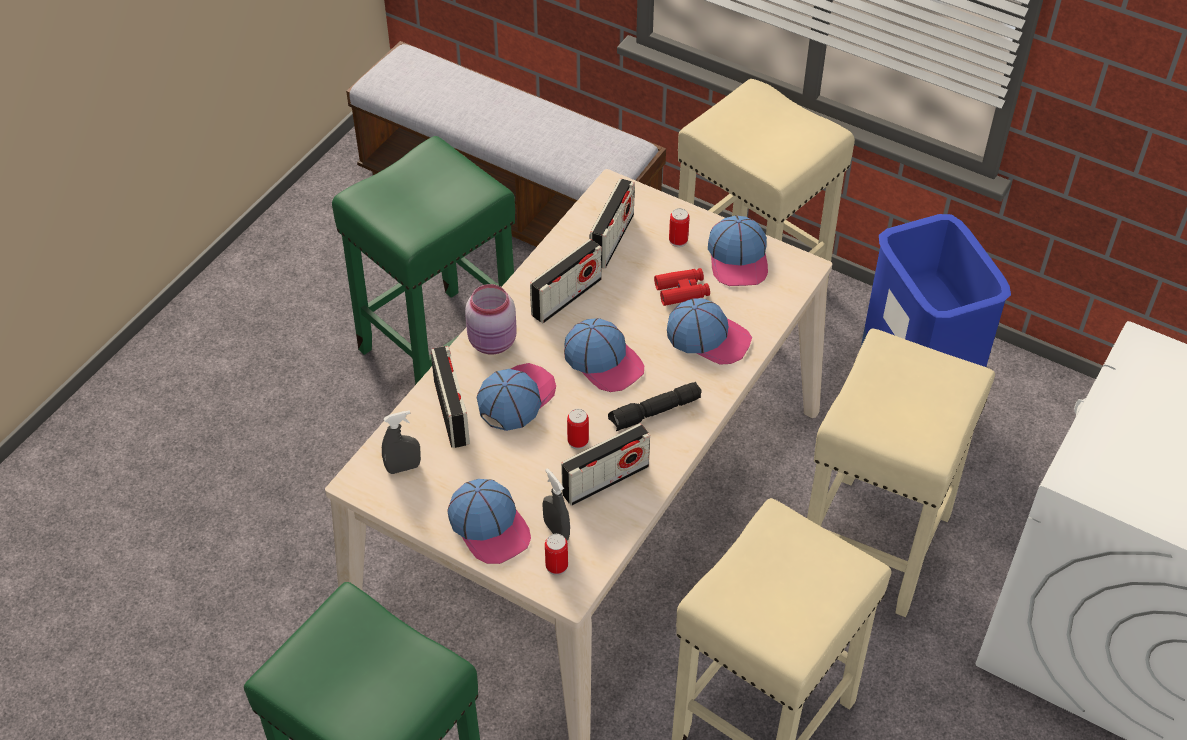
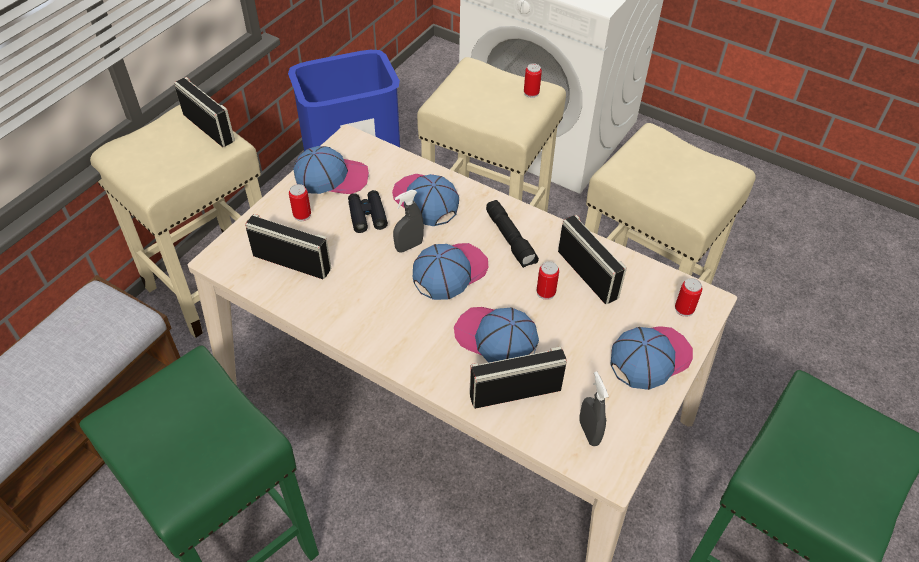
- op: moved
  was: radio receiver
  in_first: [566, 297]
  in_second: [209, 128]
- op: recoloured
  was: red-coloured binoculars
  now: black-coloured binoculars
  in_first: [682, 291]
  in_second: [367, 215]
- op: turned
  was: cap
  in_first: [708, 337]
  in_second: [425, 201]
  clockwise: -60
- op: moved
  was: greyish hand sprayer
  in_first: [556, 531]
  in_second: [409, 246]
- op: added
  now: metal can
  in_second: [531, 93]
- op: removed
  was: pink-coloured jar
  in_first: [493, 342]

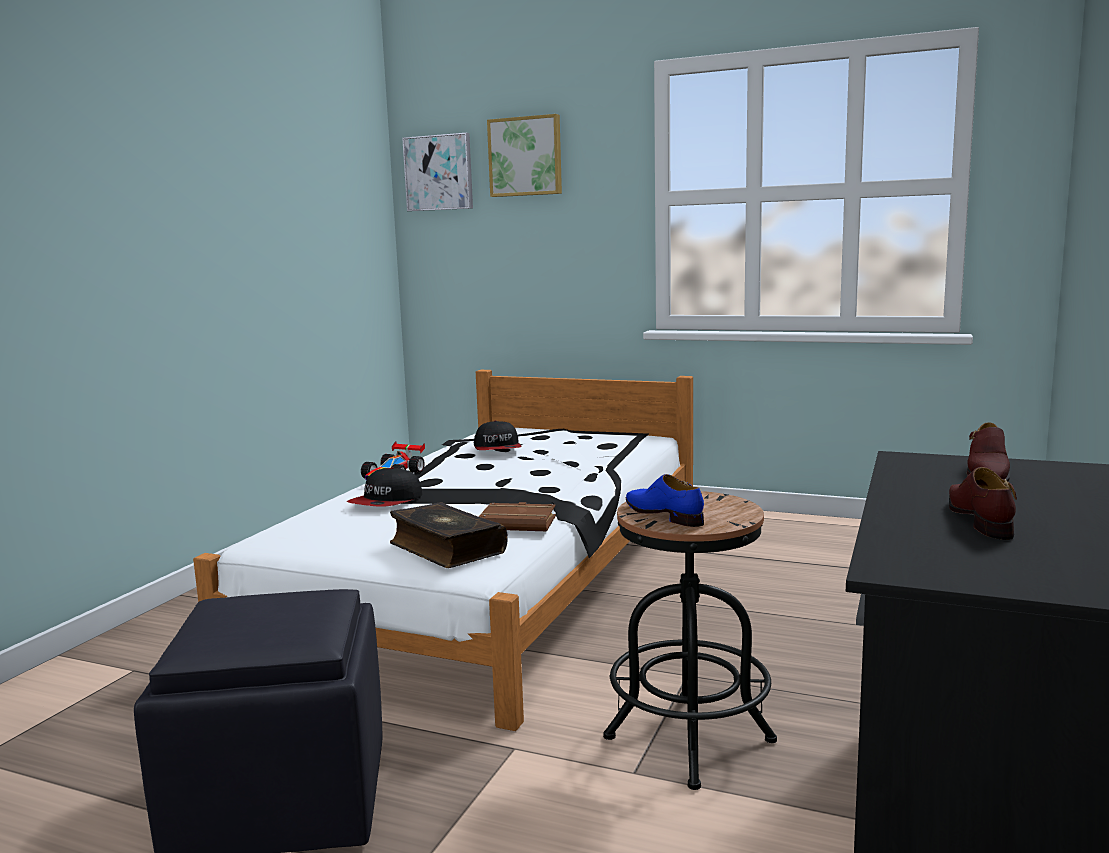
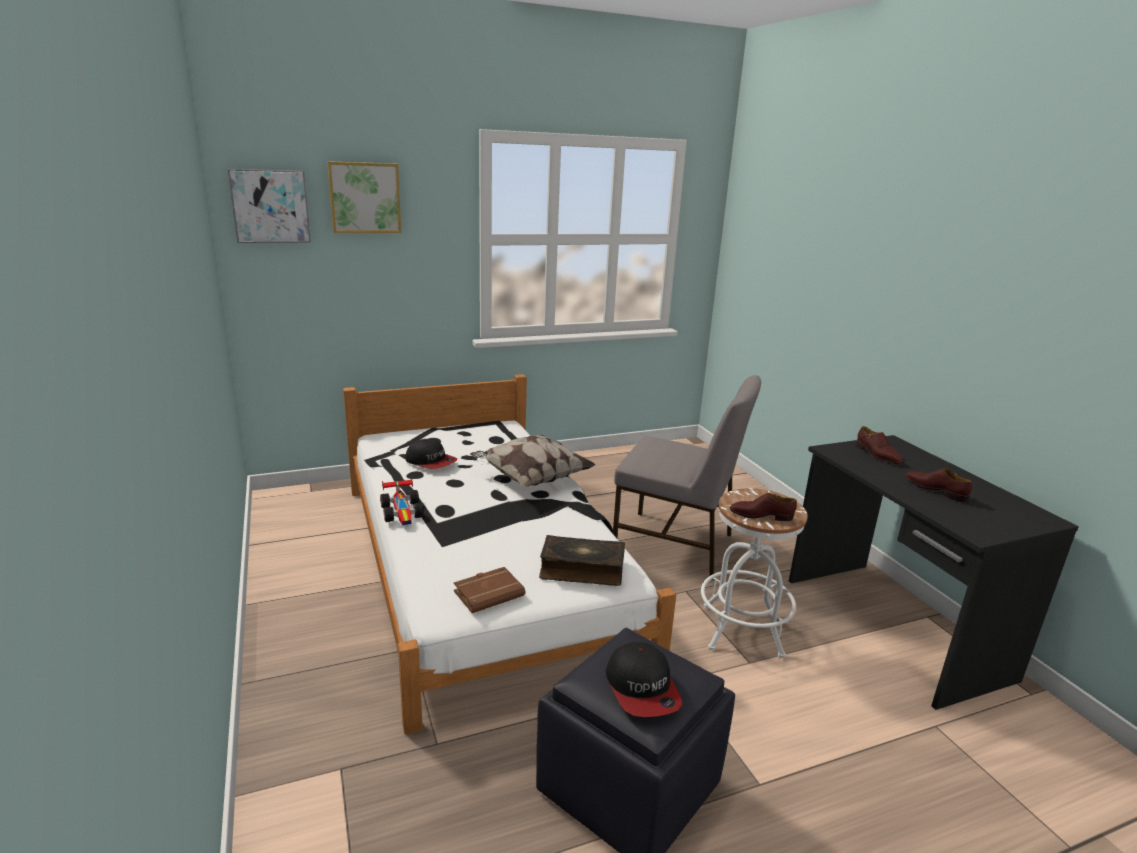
- op: moved
  was: brownish volume
  in_first: [519, 523]
  in_second: [489, 593]
- op: added
  now: pillow
  in_second: [531, 478]
- op: moved
  was: cap
  in_first: [386, 502]
  in_second: [642, 689]
- op: added
  now: greyish chair
  in_second: [675, 545]
- op: recoloured
  was: black-coloured stool seat
  now: white stool seat
  in_first: [689, 739]
  in_second: [742, 630]
- op: recoloured
  was: bluish item of footwear
  now: brownish item of footwear
  in_first: [664, 515]
  in_second: [761, 515]

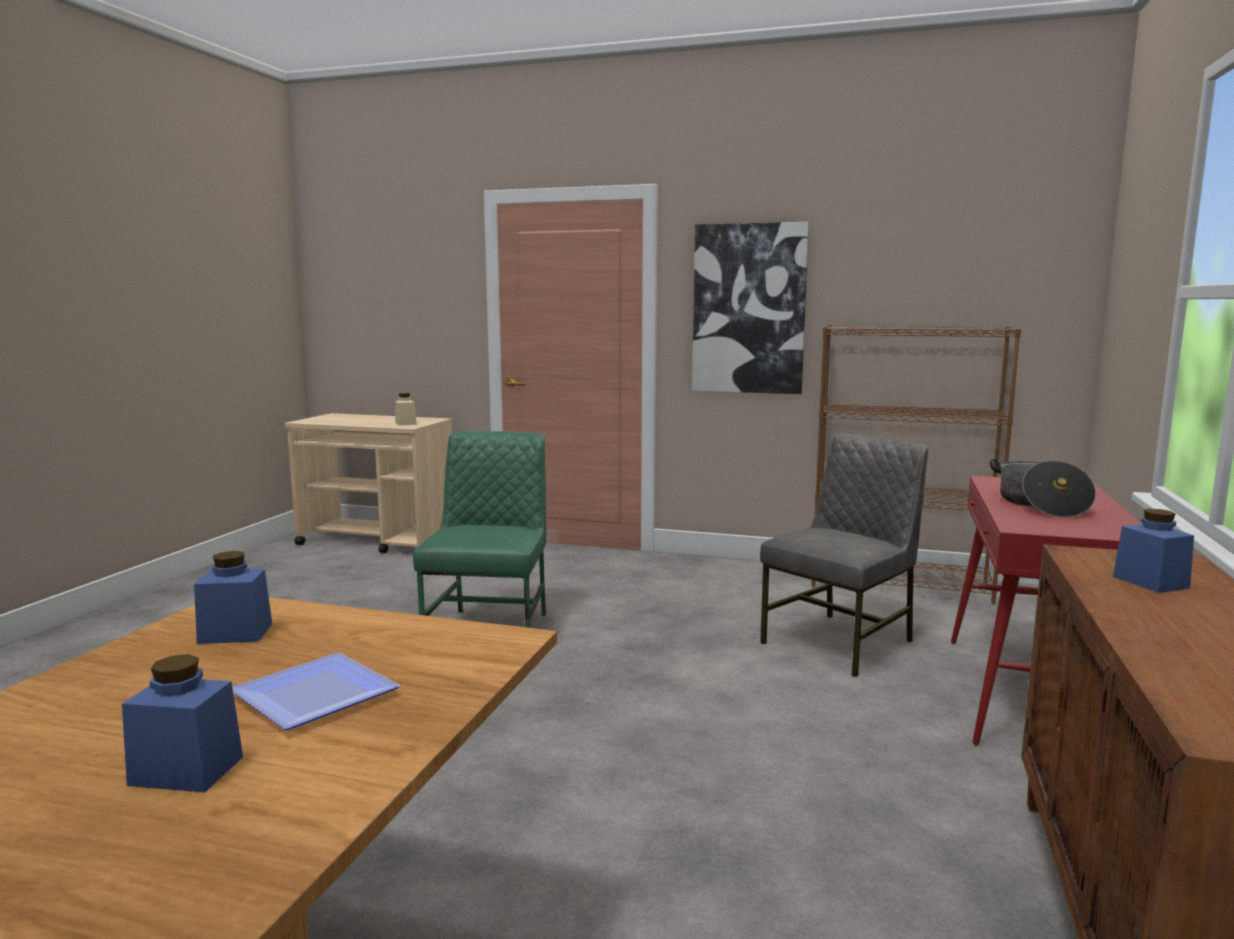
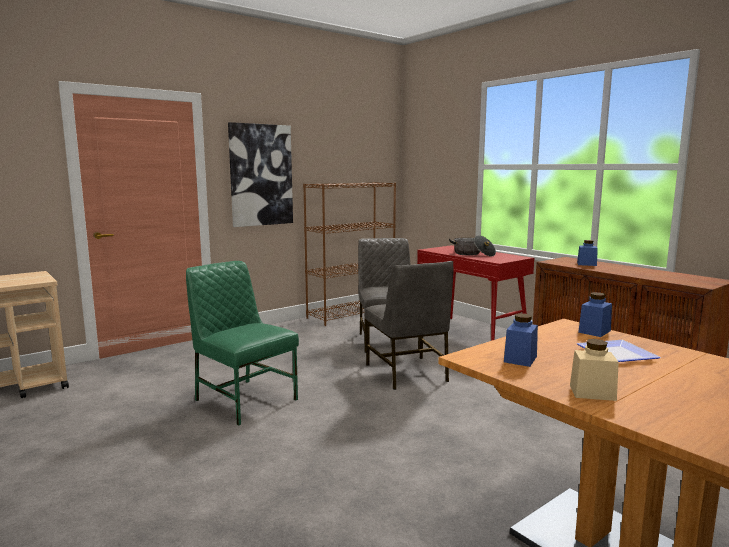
- op: added
  now: greyish chair
  in_second: [407, 373]
- op: moved
  was: beige-coloured jar
  in_first: [405, 423]
  in_second: [592, 393]
- op: moved
  was: bluish jar
  in_first: [186, 771]
  in_second: [594, 331]

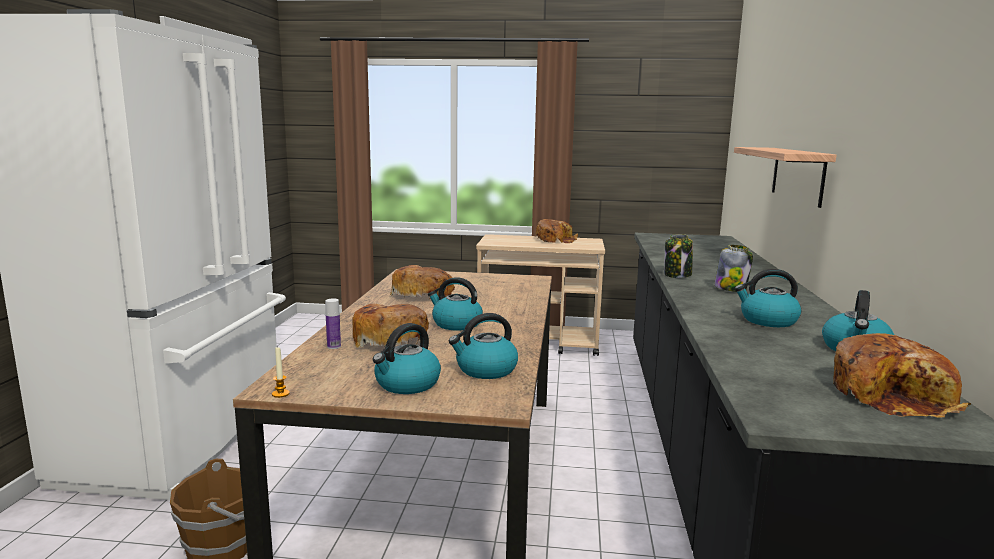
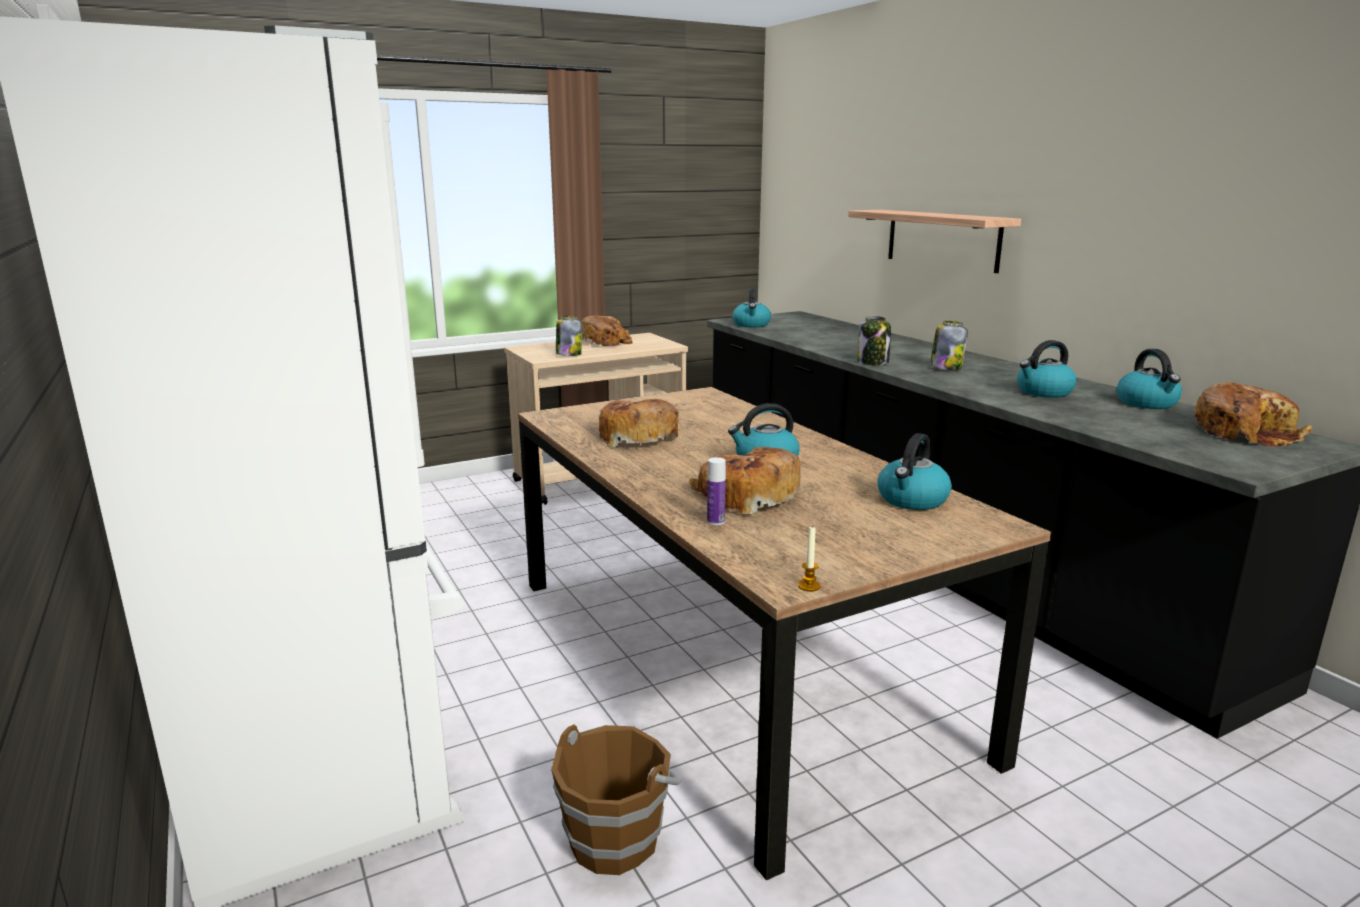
- op: added
  now: jar
  in_second: [568, 354]
- op: moved
  was: tea kettle
  in_first: [407, 384]
  in_second: [751, 325]

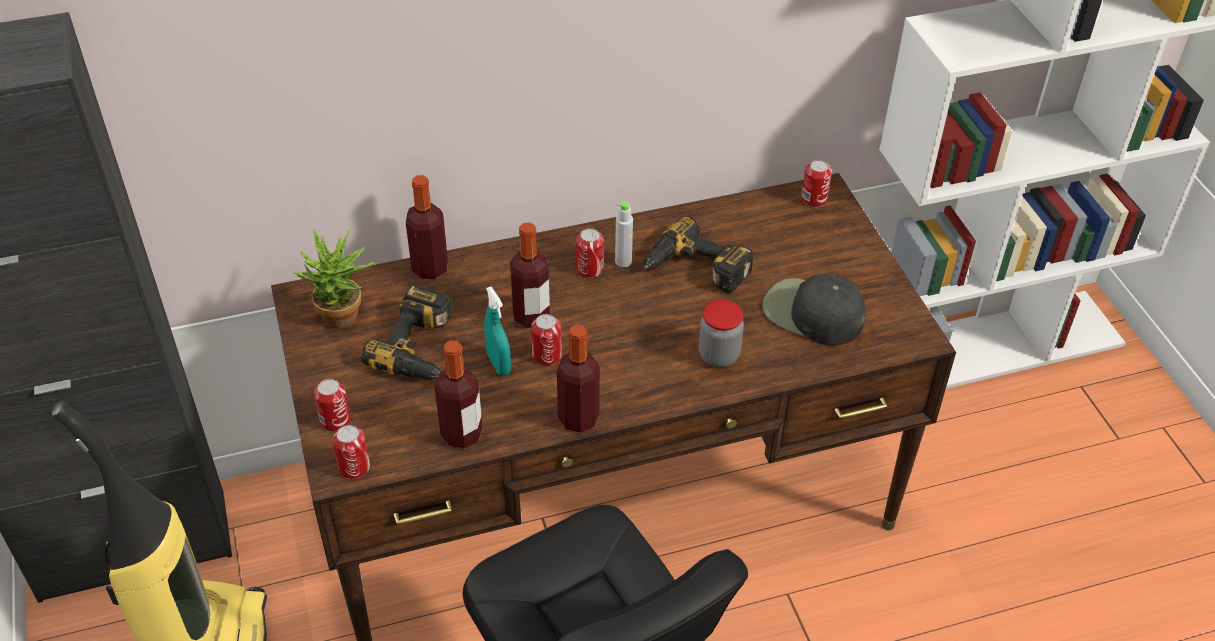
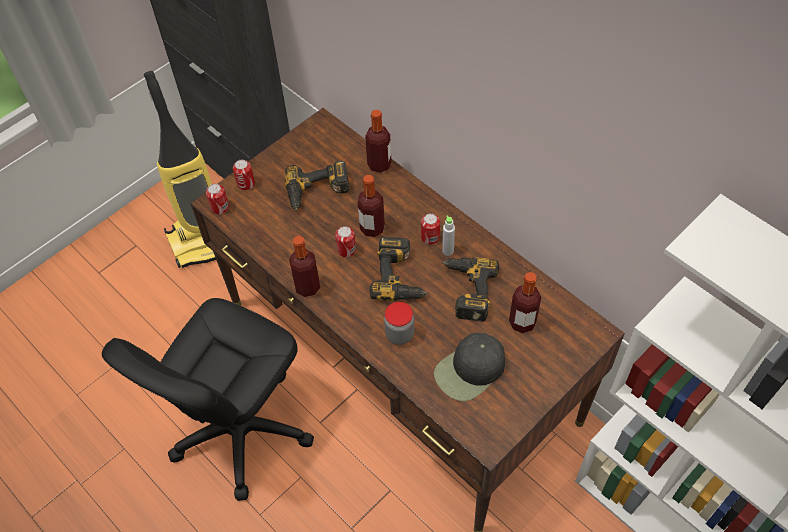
- op: added
  now: electric drill
  in_second: [401, 276]
- op: turned
  was: black-coloured cap
  in_first: [811, 313]
  in_second: [470, 370]
  clockwise: -135
- op: moved
  was: bottle
  in_first: [461, 434]
  in_second: [522, 322]
- op: removed
  was: potted plant
  in_first: [344, 321]
- op: removed
  was: blue-green hand sprayer
  in_first: [498, 364]
- op: removed
  was: metal can
  in_first: [813, 199]

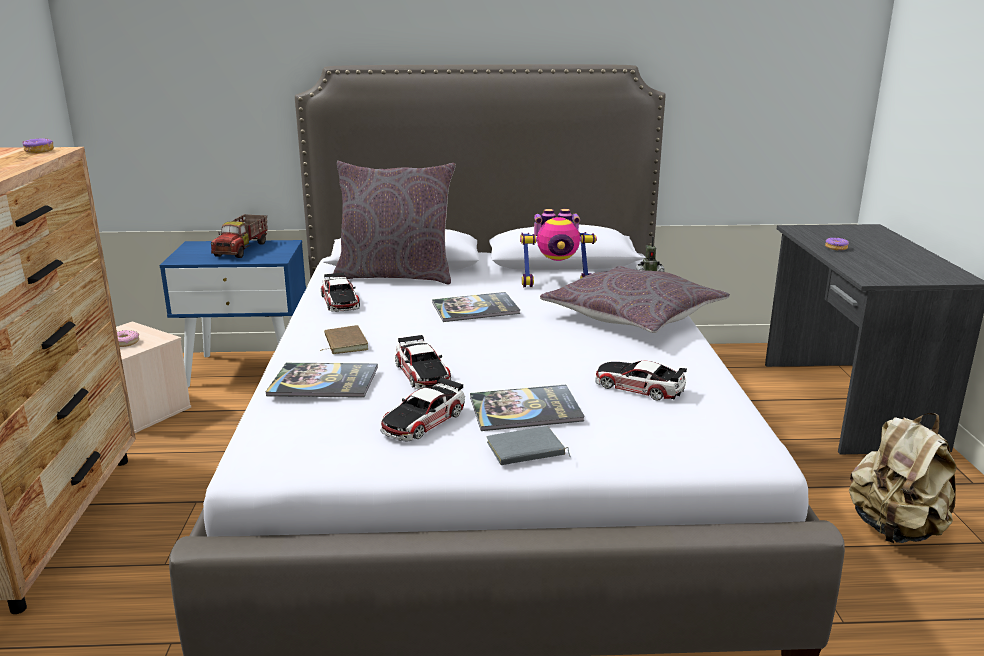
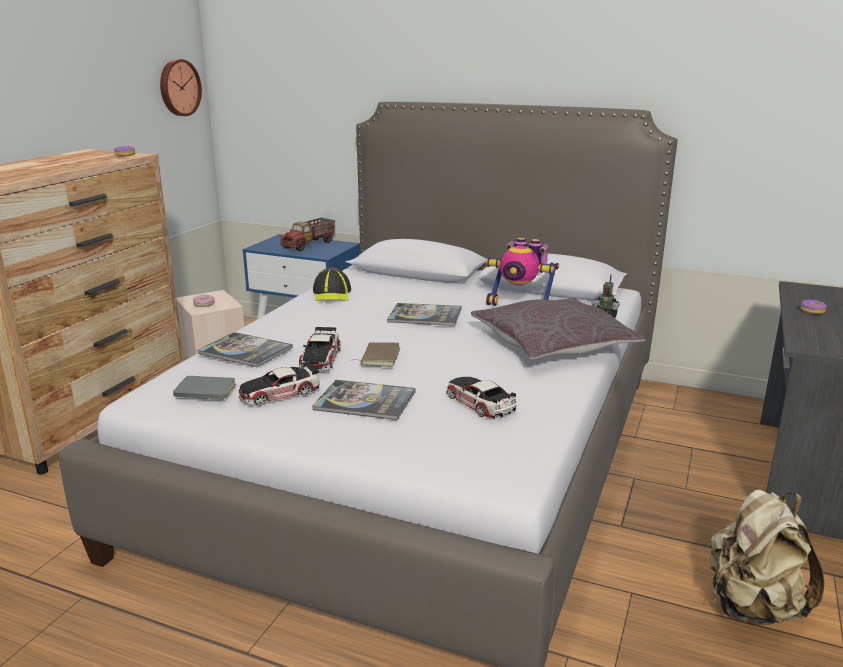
- op: added
  now: hanging clock
  in_second: [178, 87]
- op: moved
  was: greyish volume
  in_first: [526, 451]
  in_second: [204, 392]
- op: replaced
  was: toy car
  now: cap
  in_first: [340, 301]
  in_second: [332, 294]
- op: moved
  was: brownish volume
  in_first: [344, 343]
  in_second: [379, 357]
- op: removed
  was: greyish pillow
  in_first: [395, 276]

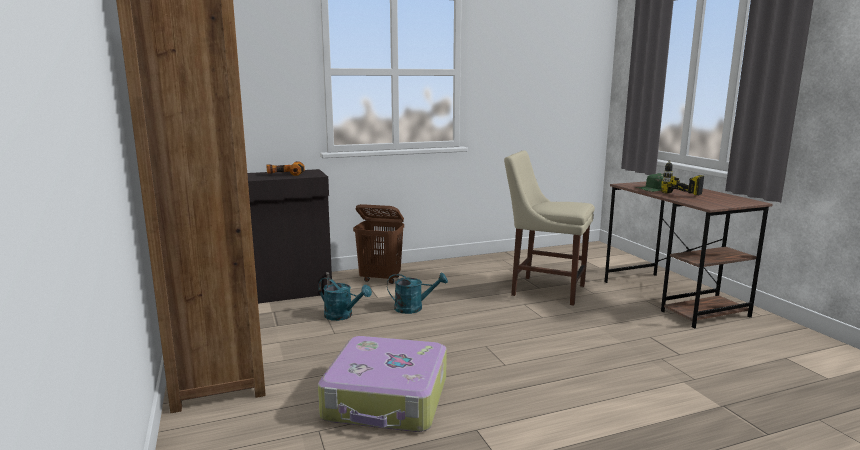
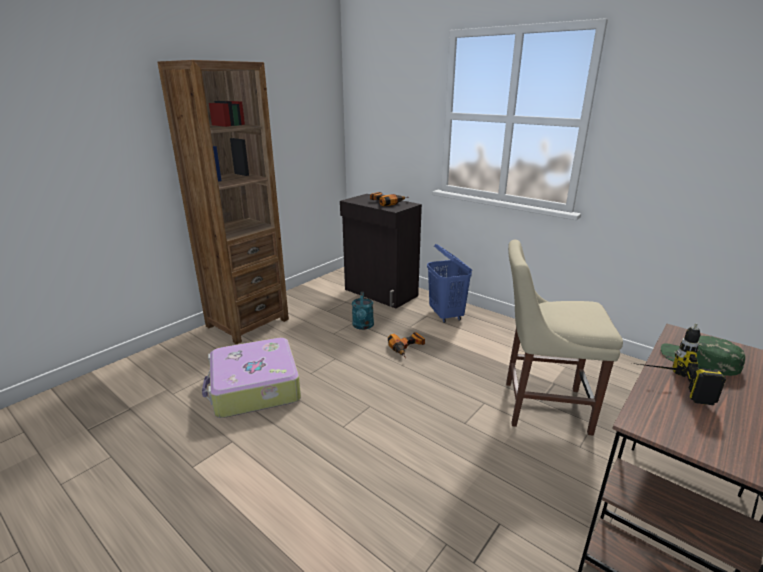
- op: replaced
  was: blue-green watering pot
  now: electric drill
  in_first: [414, 308]
  in_second: [407, 348]
- op: recoloured
  was: brownish hamper
  now: bluish hamper
  in_first: [381, 279]
  in_second: [446, 315]
- op: turned
  was: beige-coloured chair
  in_first: [544, 289]
  in_second: [540, 406]
  clockwise: -75

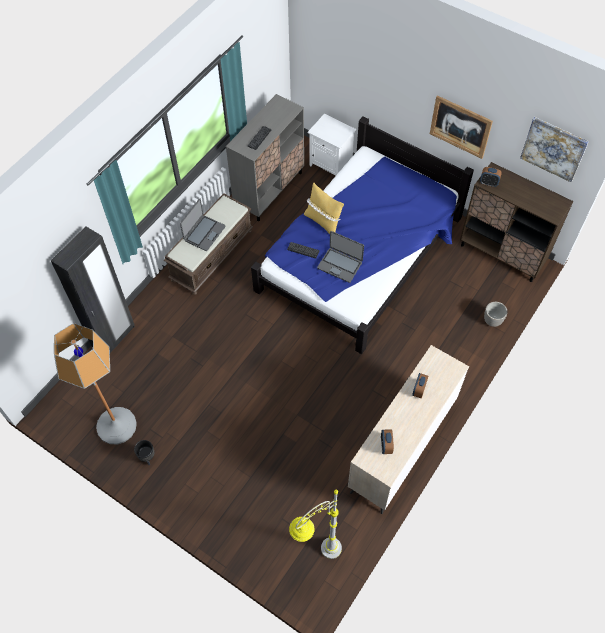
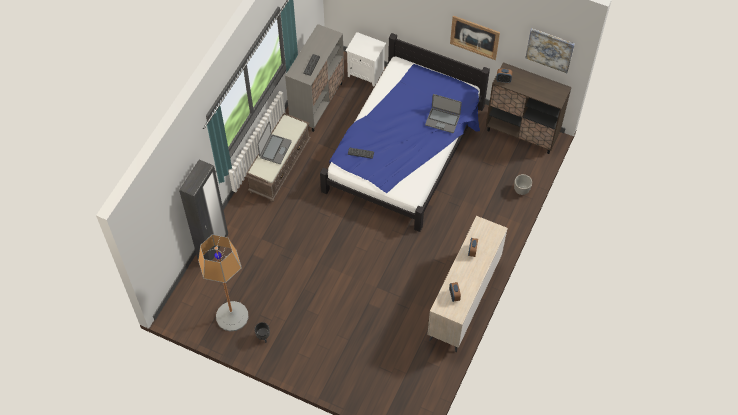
- op: moved
  was: notebook computer
  in_first: [340, 265]
  in_second: [442, 120]
- op: removed
  was: greyish standing lamp
  in_first: [316, 559]
- op: removed
  was: yellow pillow
  in_first: [323, 222]

